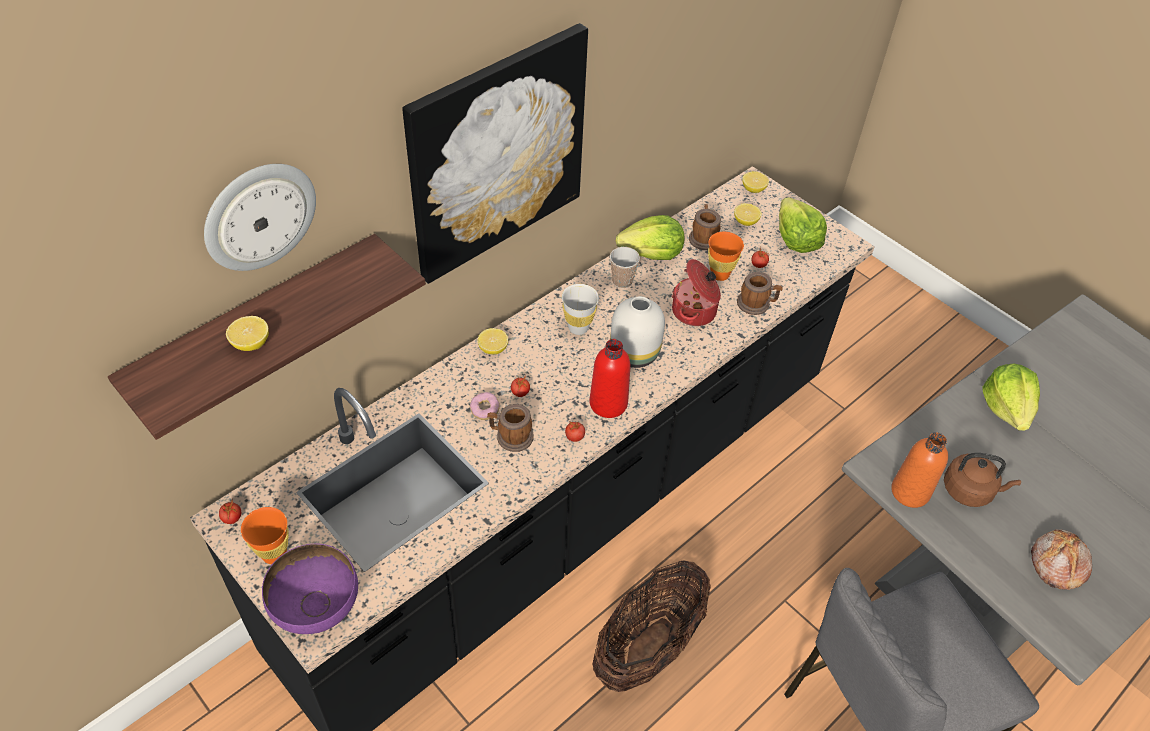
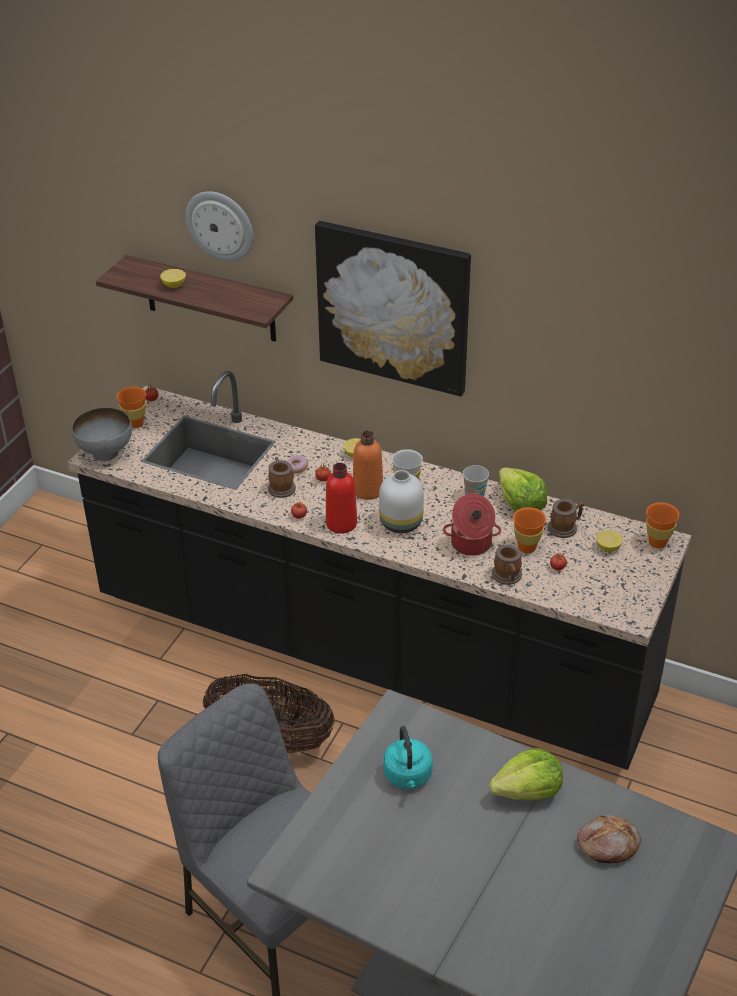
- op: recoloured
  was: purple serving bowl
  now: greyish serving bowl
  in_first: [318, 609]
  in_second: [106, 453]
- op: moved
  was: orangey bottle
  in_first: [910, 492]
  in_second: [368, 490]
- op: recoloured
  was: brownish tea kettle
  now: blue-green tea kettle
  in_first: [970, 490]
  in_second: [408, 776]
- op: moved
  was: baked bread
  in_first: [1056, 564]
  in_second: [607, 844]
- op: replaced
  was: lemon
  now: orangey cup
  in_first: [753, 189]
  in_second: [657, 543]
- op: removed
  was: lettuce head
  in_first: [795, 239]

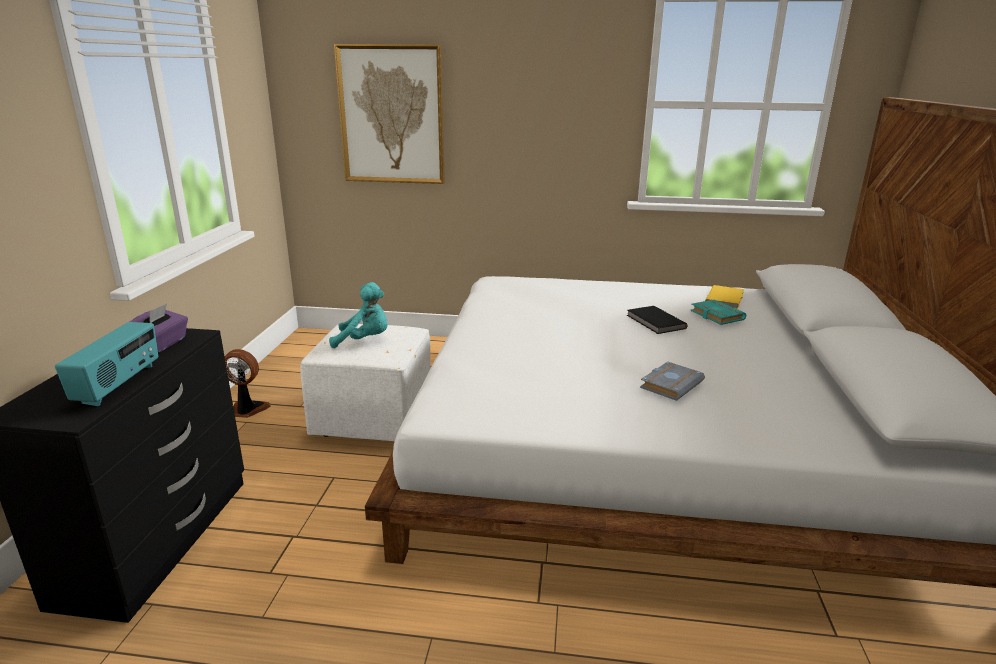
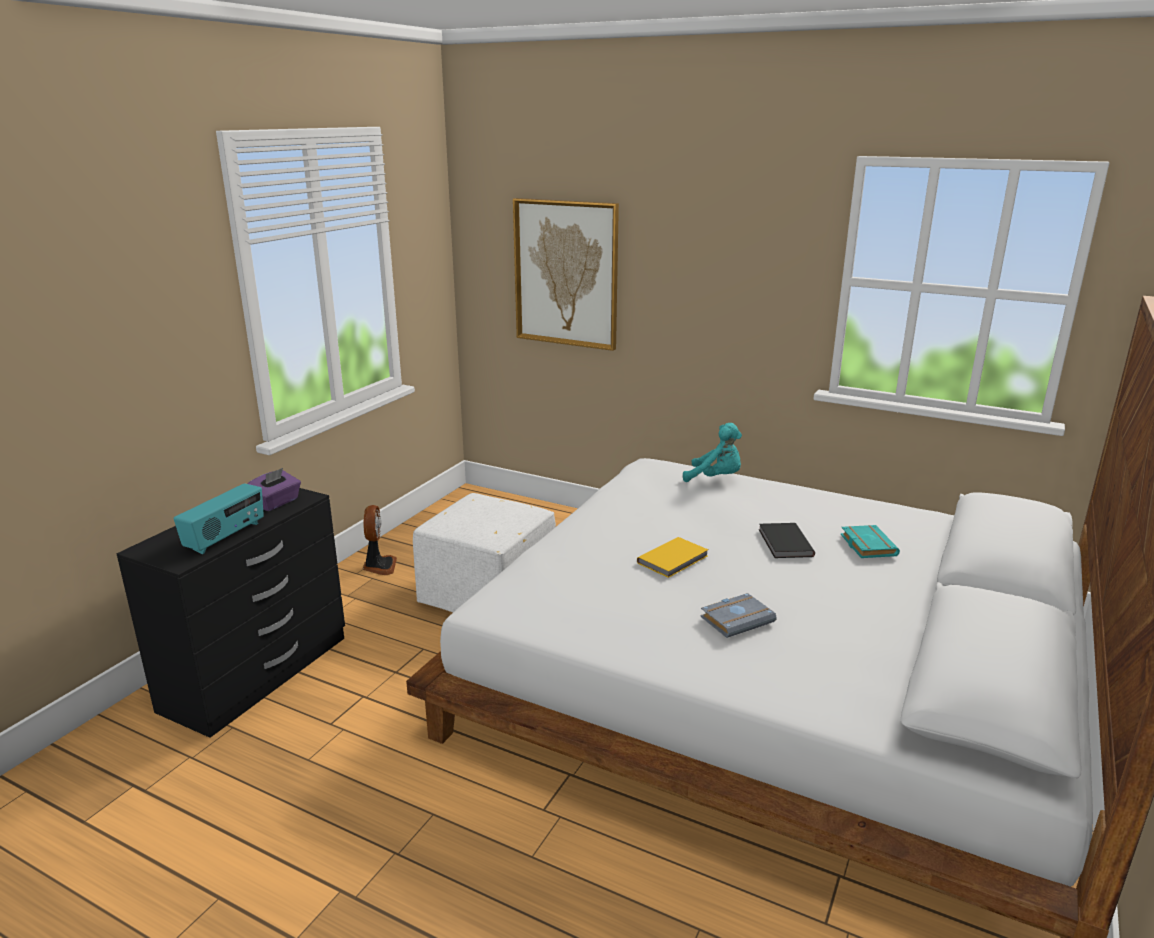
- op: turned
  was: fan
  in_first: [247, 410]
  in_second: [379, 566]
  clockwise: 60
- op: moved
  was: yellow volume
  in_first: [725, 299]
  in_second: [674, 559]
- op: moved
  was: blue-green cuddly toy
  in_first: [364, 340]
  in_second: [715, 478]

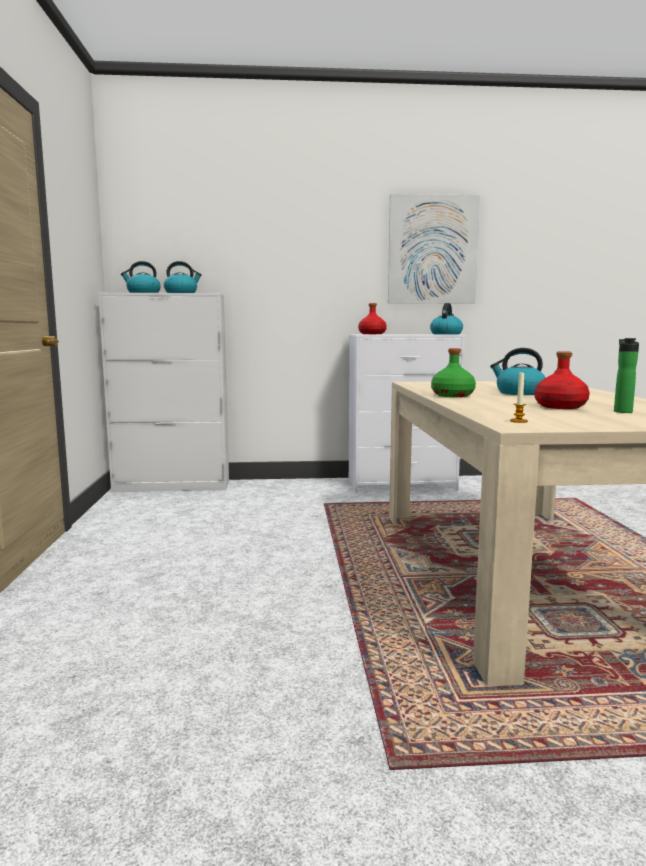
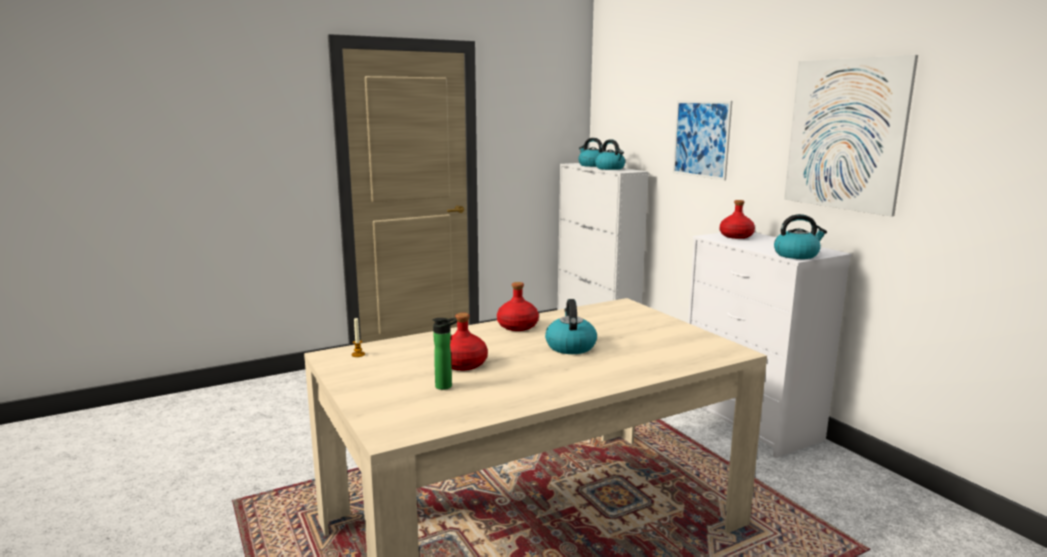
- op: recoloured
  was: green-coloured bottle
  now: red-coloured bottle
  in_first: [452, 395]
  in_second: [517, 326]
- op: added
  now: wall art
  in_second: [701, 139]

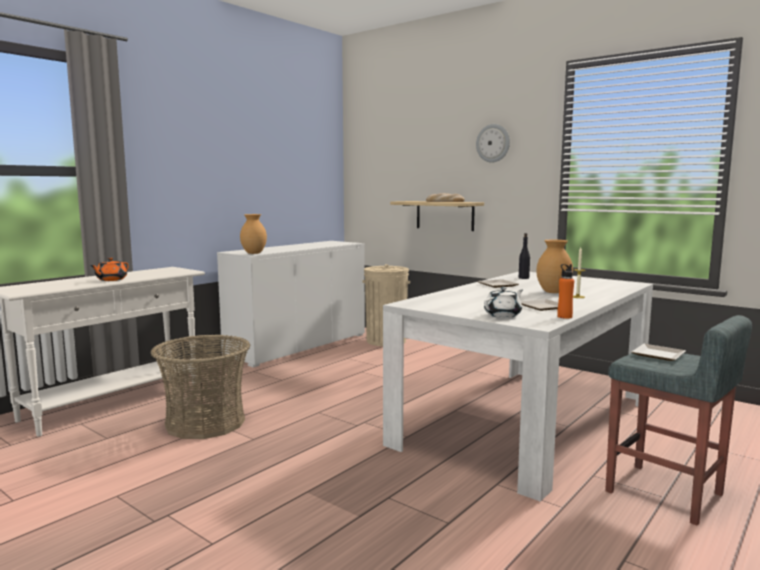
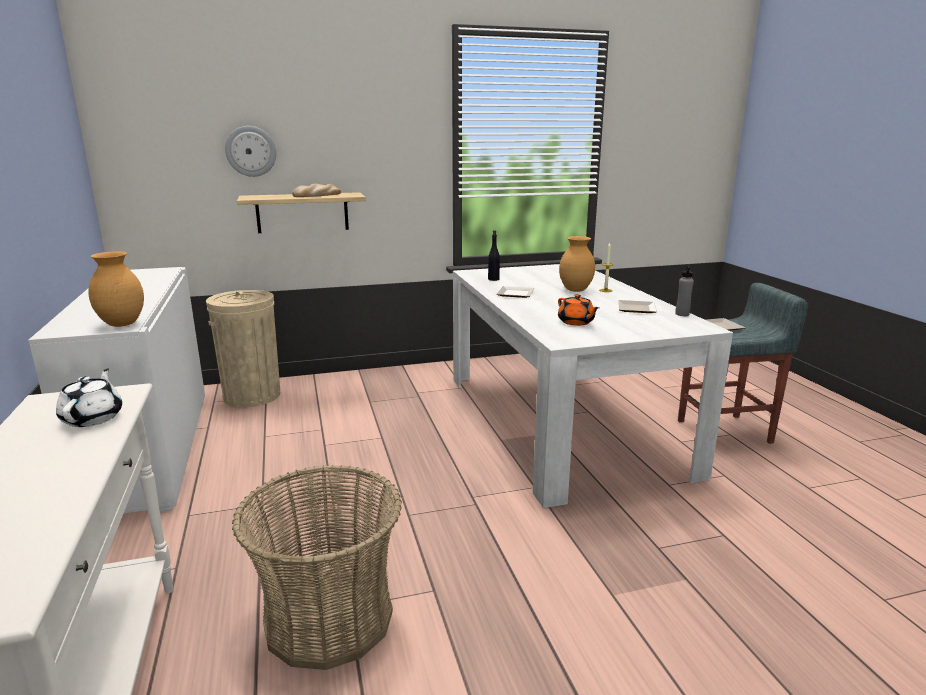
- op: moved
  was: white pot for tea
  in_first: [503, 315]
  in_second: [93, 418]
- op: moved
  was: hanging clock
  in_first: [493, 143]
  in_second: [251, 151]
- op: moved
  was: orangey pot for tea
  in_first: [111, 280]
  in_second: [576, 322]
- op: recoloured
  was: orangey bottle
  now: greyish bottle
  in_first: [564, 317]
  in_second: [682, 314]

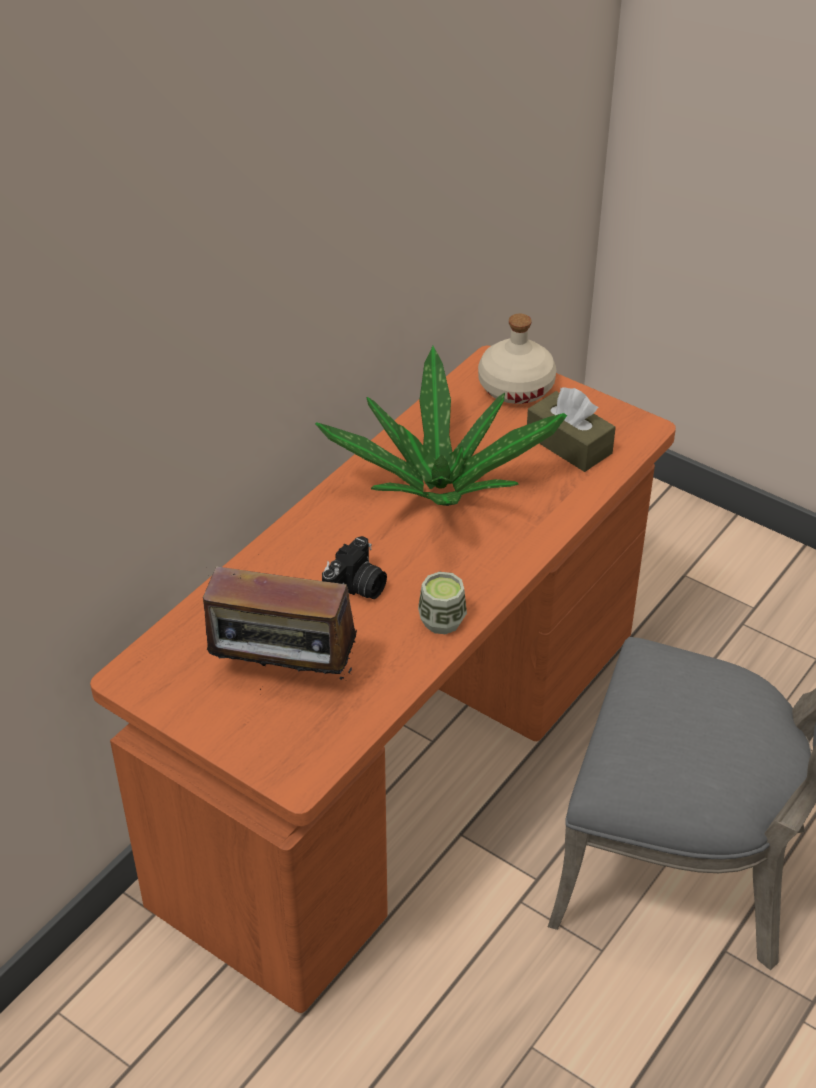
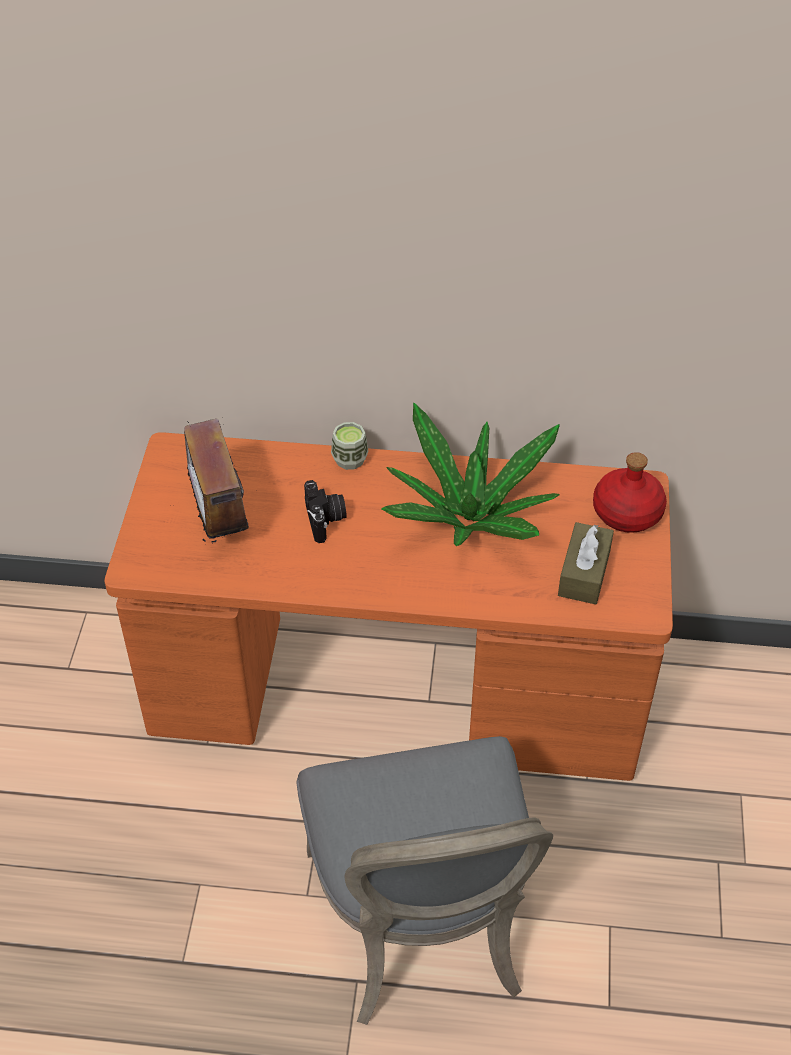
- op: turned
  was: photo camera
  in_first: [356, 590]
  in_second: [325, 520]
  clockwise: -105
- op: moved
  was: cup
  in_first: [442, 621]
  in_second: [350, 459]
- op: recoloured
  was: beige-coloured bottle
  now: red-coloured bottle
  in_first: [515, 387]
  in_second: [627, 512]

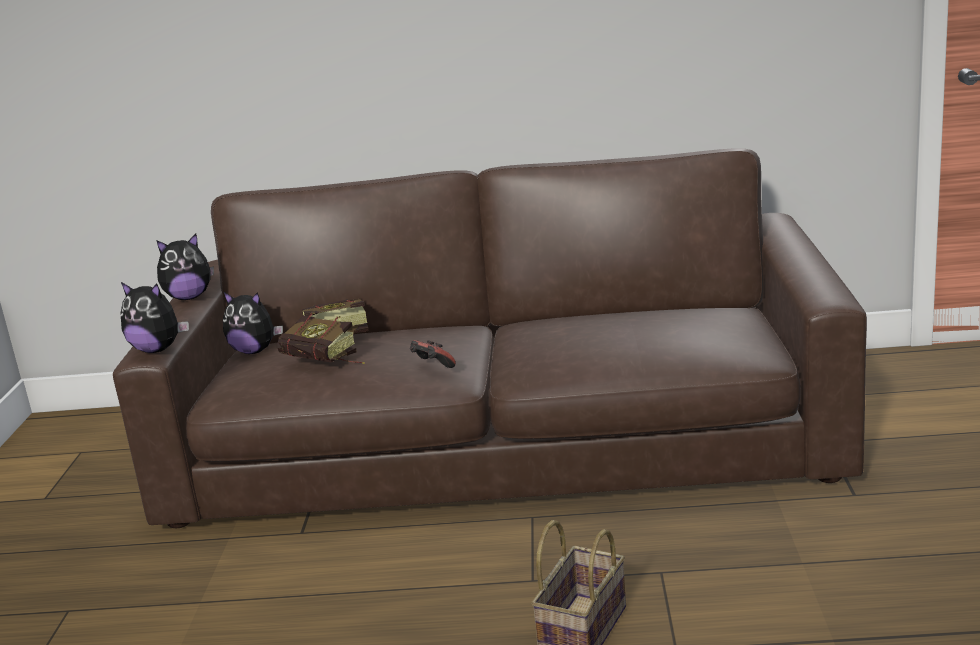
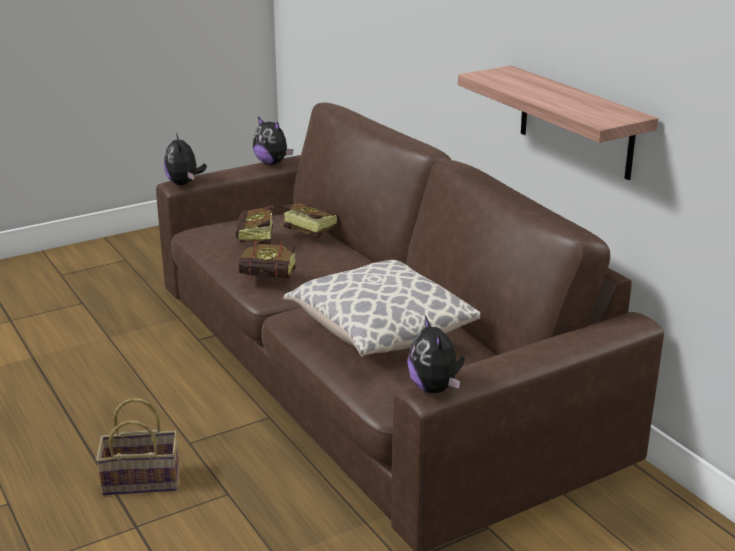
- op: replaced
  was: game controller
  now: volume
  in_first: [432, 366]
  in_second: [274, 278]
- op: added
  now: pillow
  in_second: [380, 332]
- op: moved
  was: cuddly toy
  in_first: [254, 351]
  in_second: [435, 388]
- op: added
  now: wall shelf
  in_second: [576, 122]

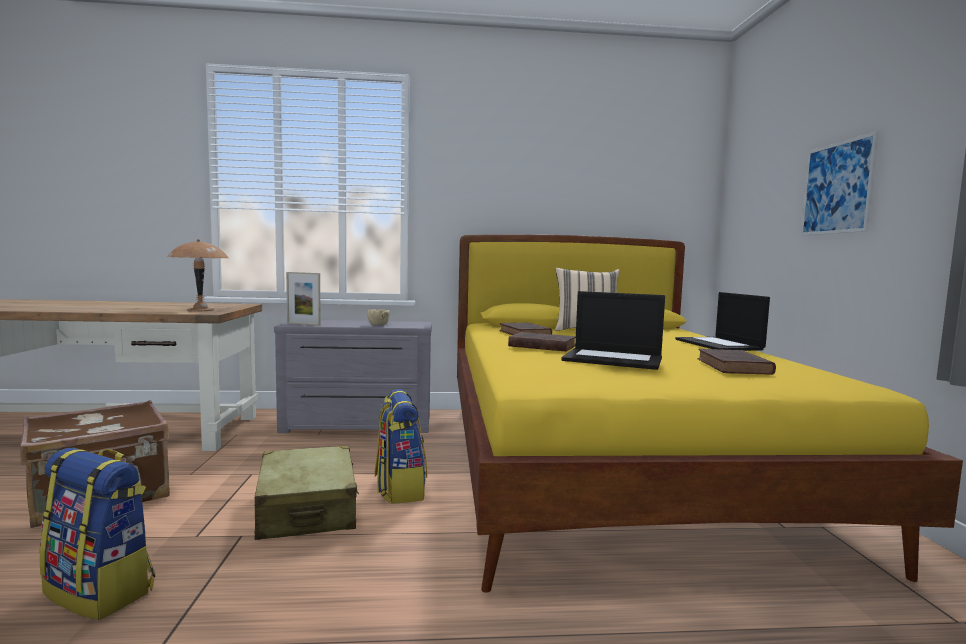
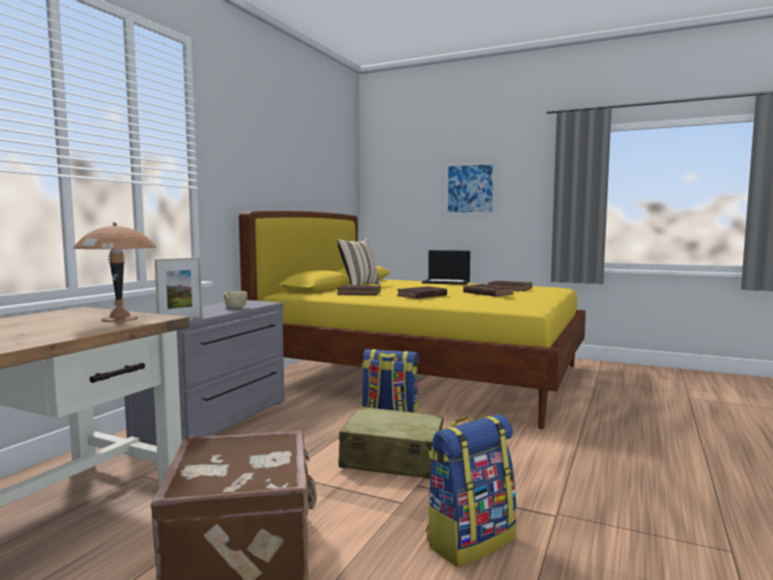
- op: replaced
  was: notebook computer
  now: brownish volume
  in_first: [614, 359]
  in_second: [487, 293]

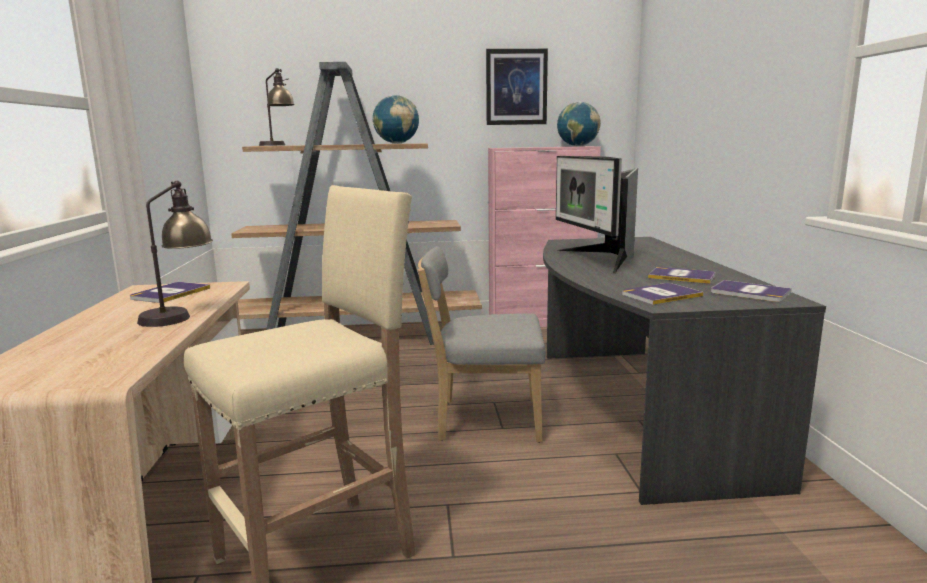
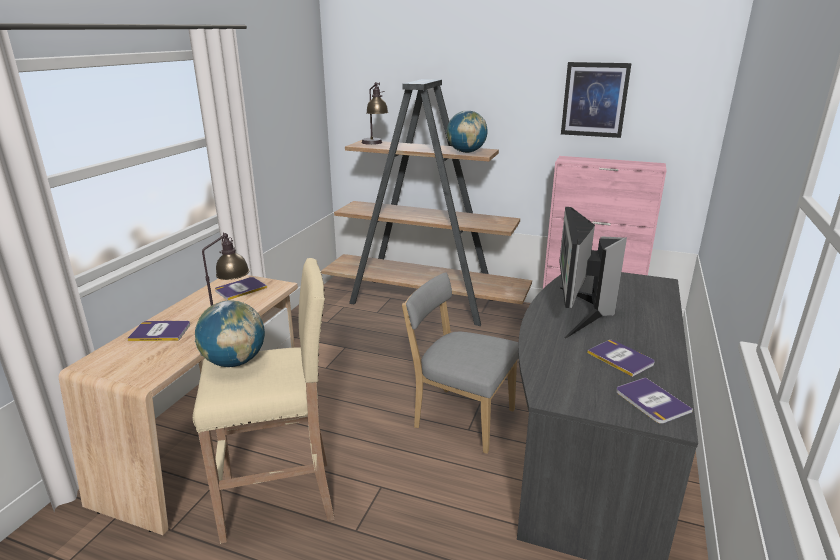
- op: moved
  was: volume
  in_first: [661, 295]
  in_second: [160, 332]
- op: moved
  was: desk globe
  in_first: [577, 146]
  in_second: [234, 362]

